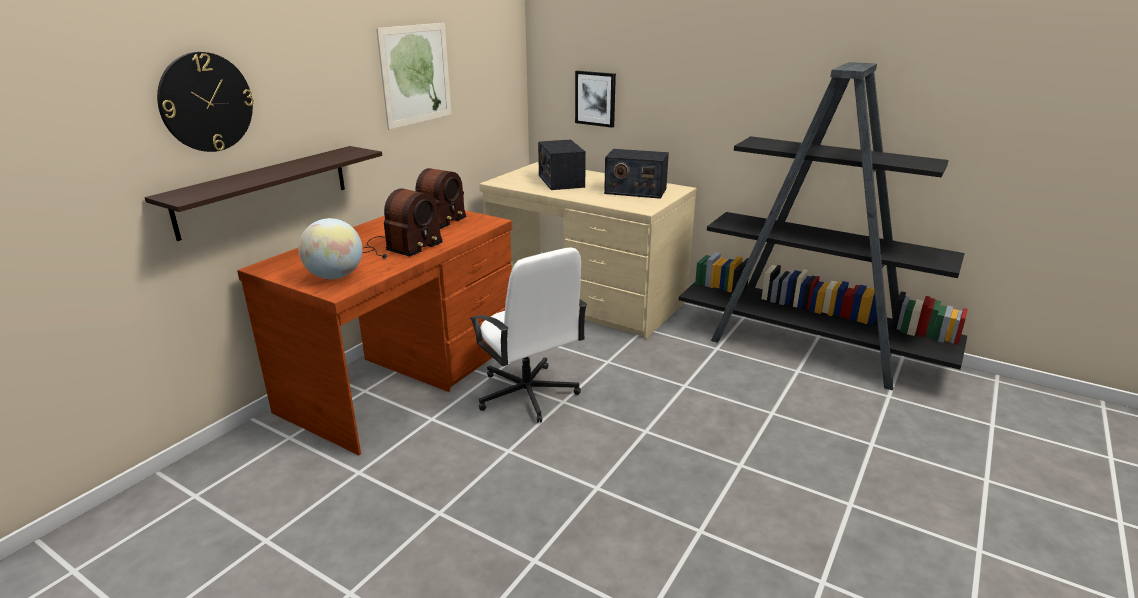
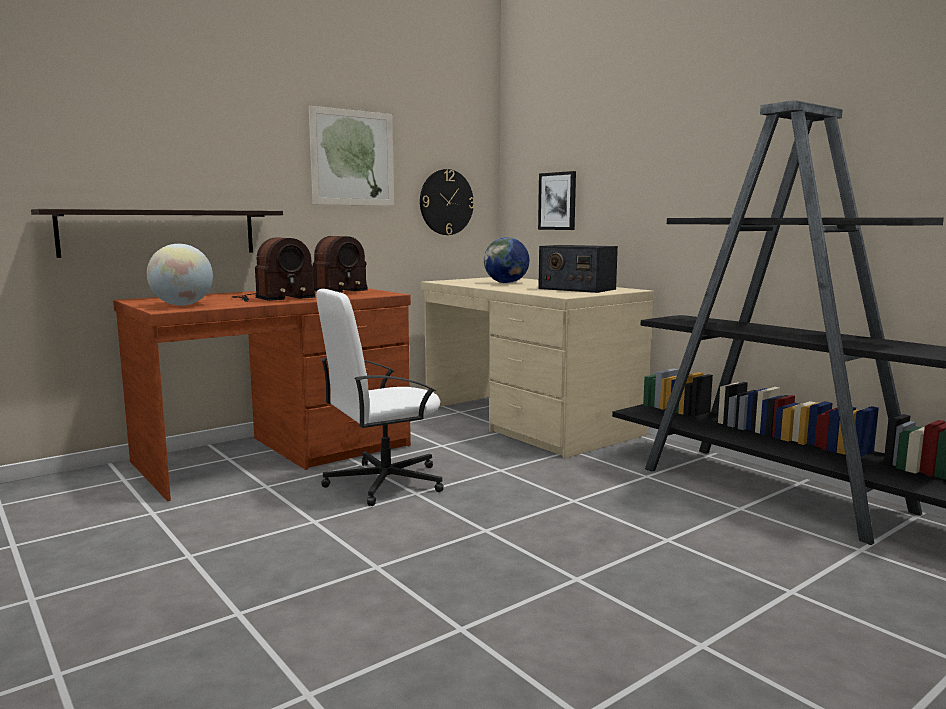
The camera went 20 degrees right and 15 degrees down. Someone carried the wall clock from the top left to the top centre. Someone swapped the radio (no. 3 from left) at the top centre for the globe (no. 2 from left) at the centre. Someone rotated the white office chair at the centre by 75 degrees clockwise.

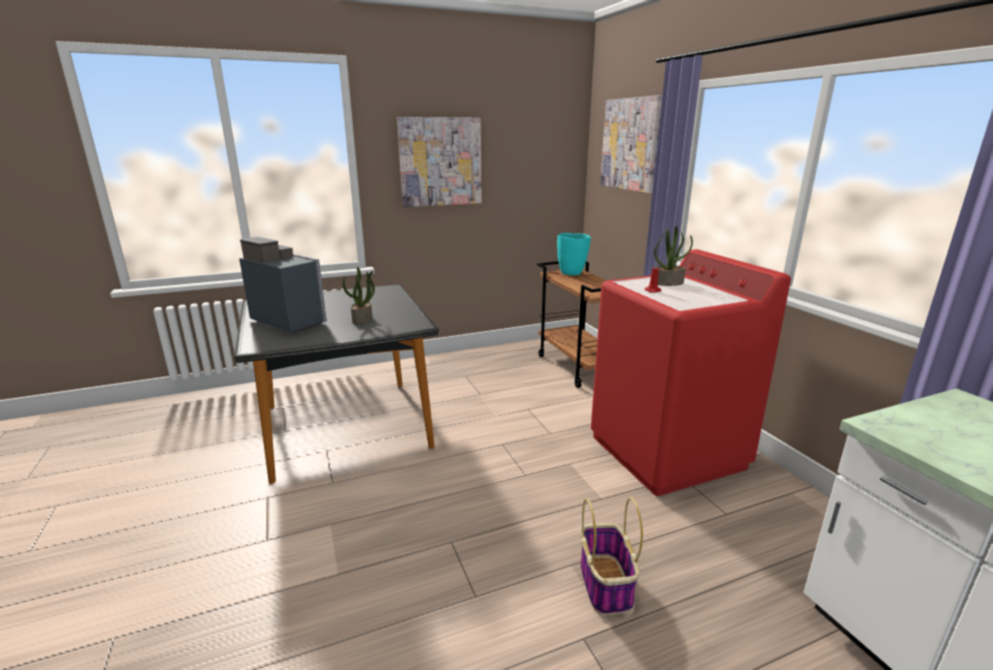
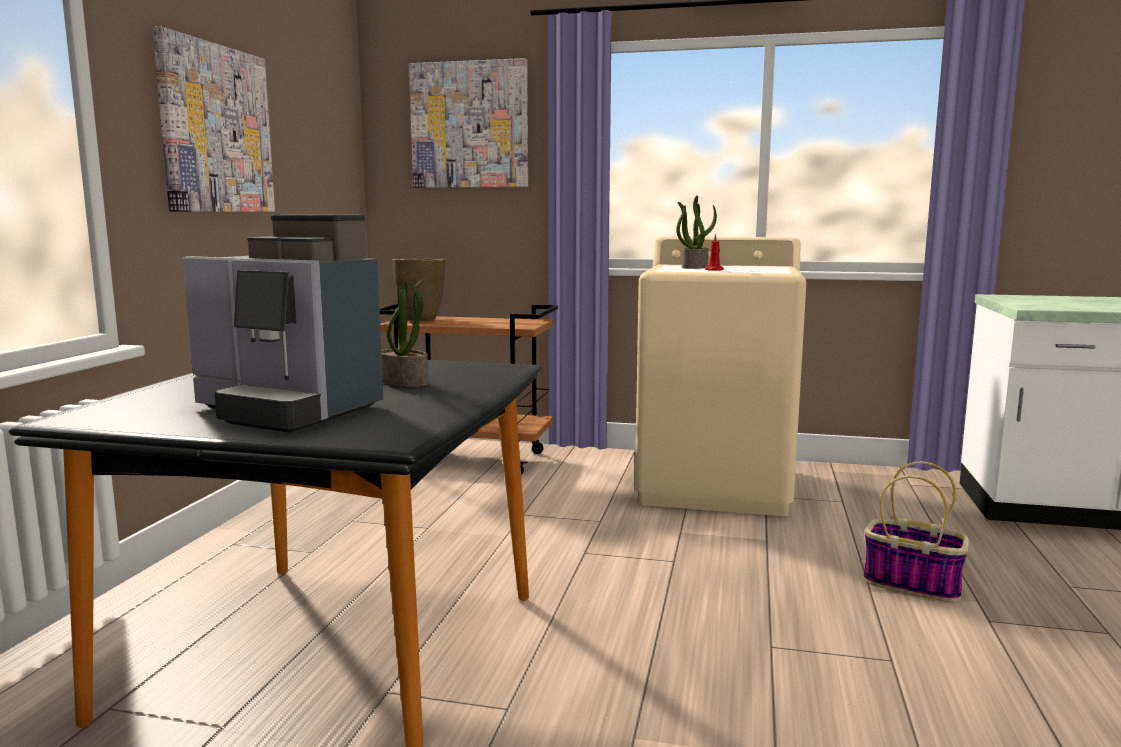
The camera went 55 degrees left and 10 degrees down. Someone repainted the turquoise vase at the centre, which became the brown vase at the centre. Someone repainted the red washing machine at the middle right, which became the beige washing machine at the centre. Someone rotated the coffee machine at the middle left by 135 degrees counterclockwise.

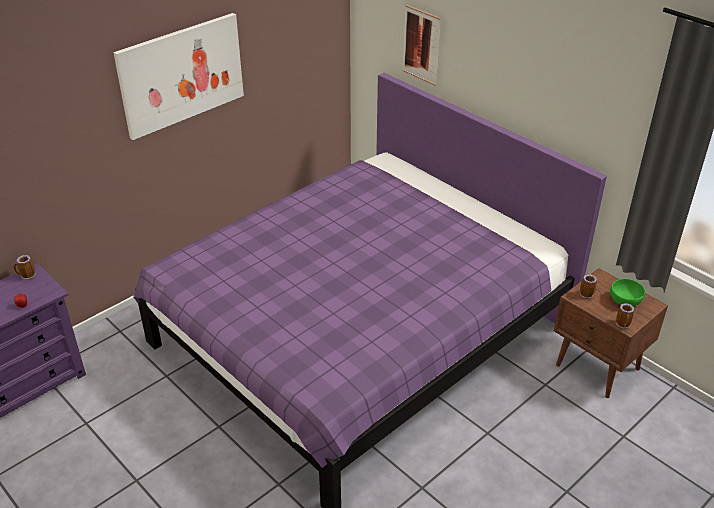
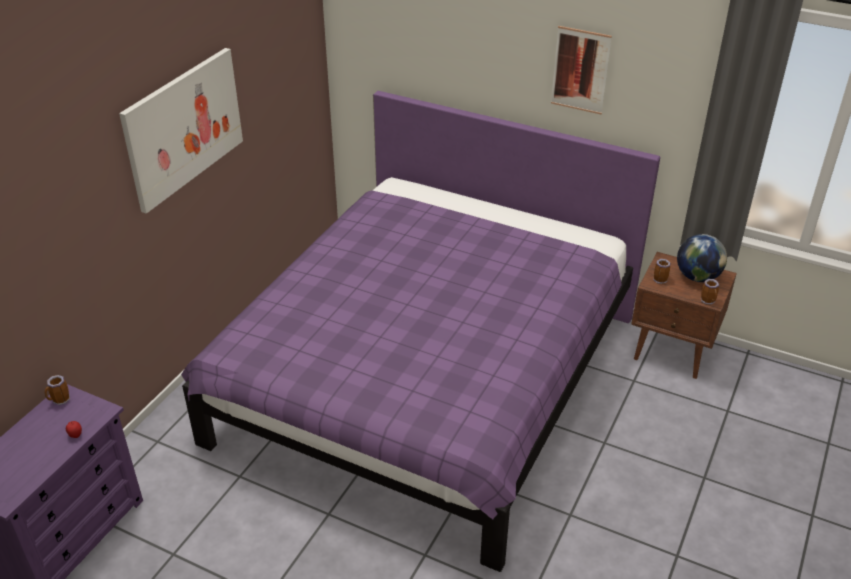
The camera went 20 degrees left and 0 degrees up. Someone carried the picture (no. 2 from left) from the top centre to the top right. Someone swapped the green bowl at the middle right for the globe at the middle right.

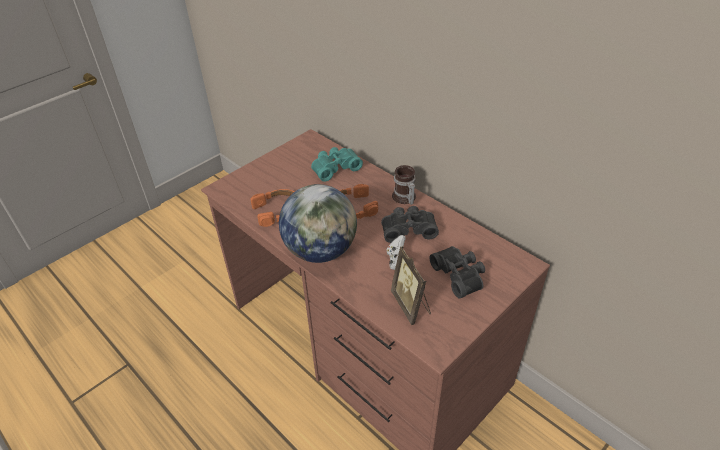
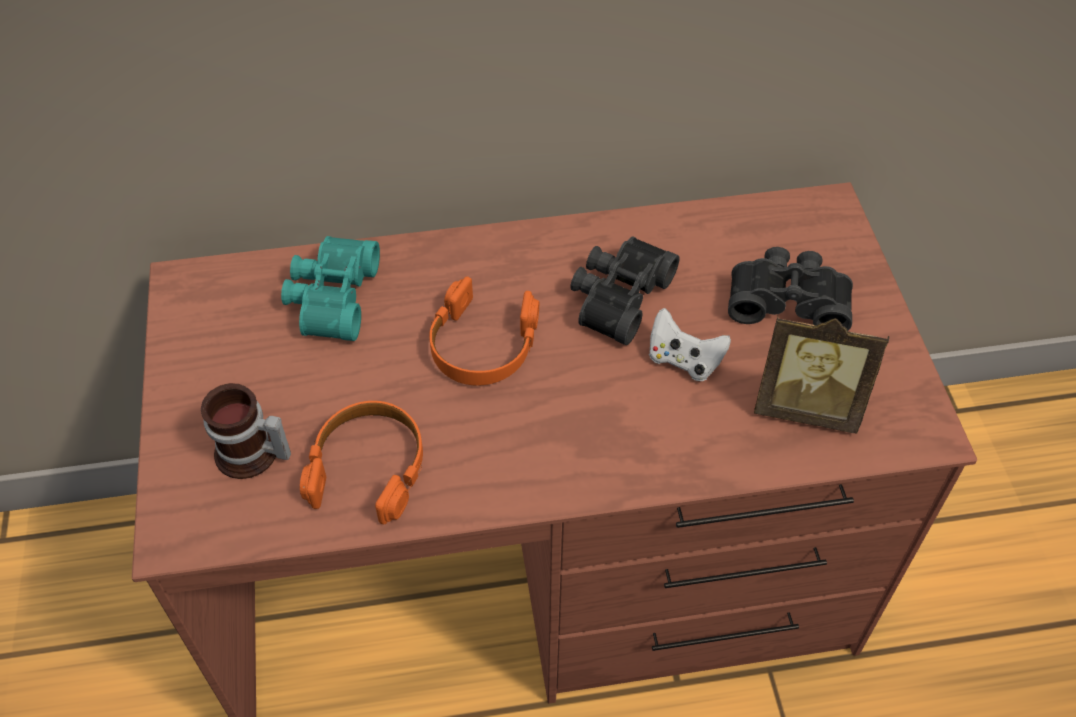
The camera went 55 degrees left and 10 degrees up. Someone took away the globe at the centre. Someone carried the mug from the centre to the middle left.

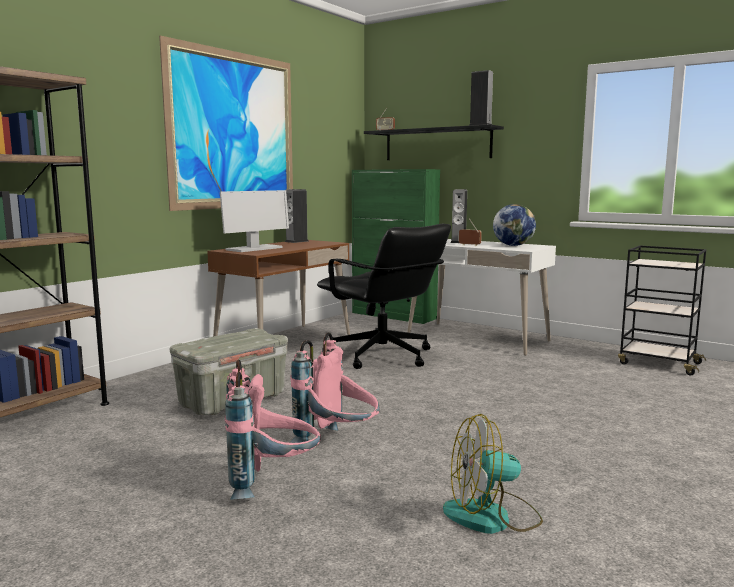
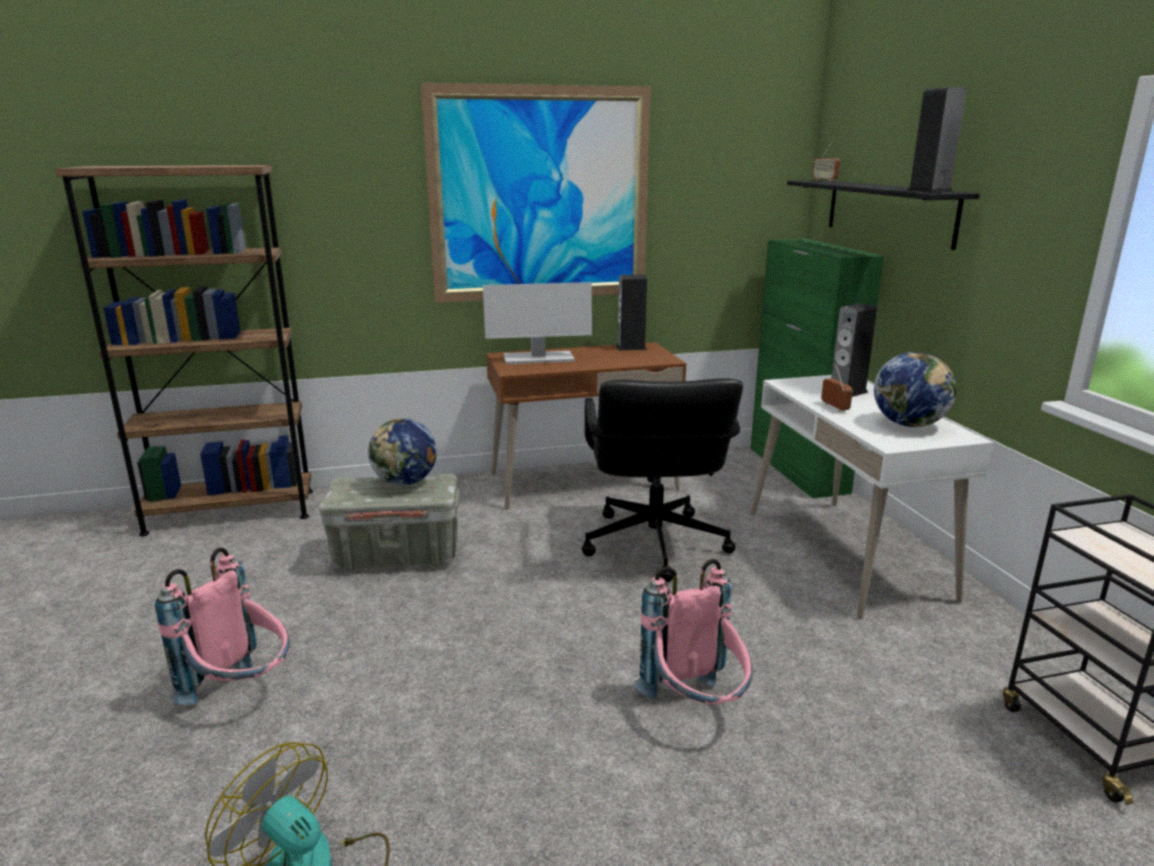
The camera went 40 degrees right and 10 degrees up. Someone put down the globe (no. 1 from left) at the centre. Someone carried the pink backpack (no. 2 from left) from the centre to the bottom centre.

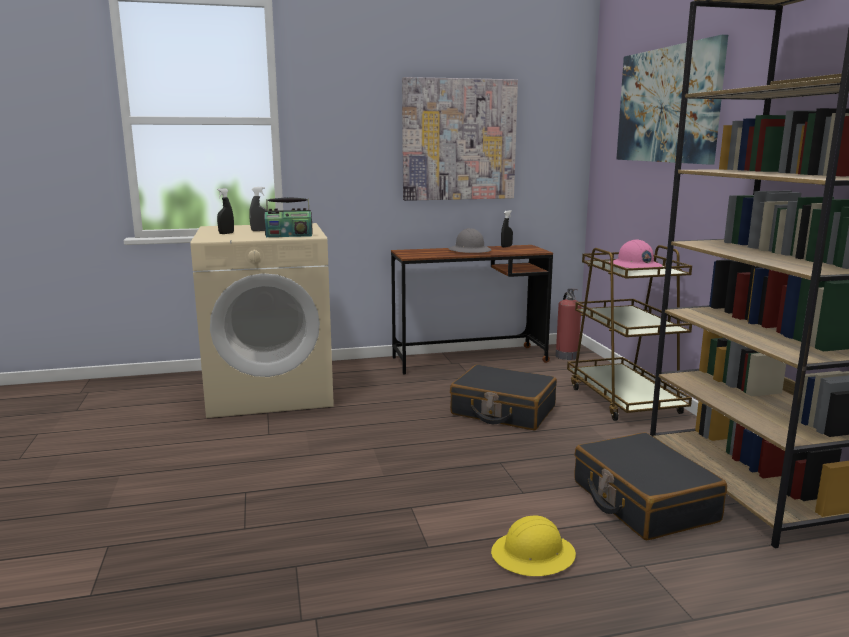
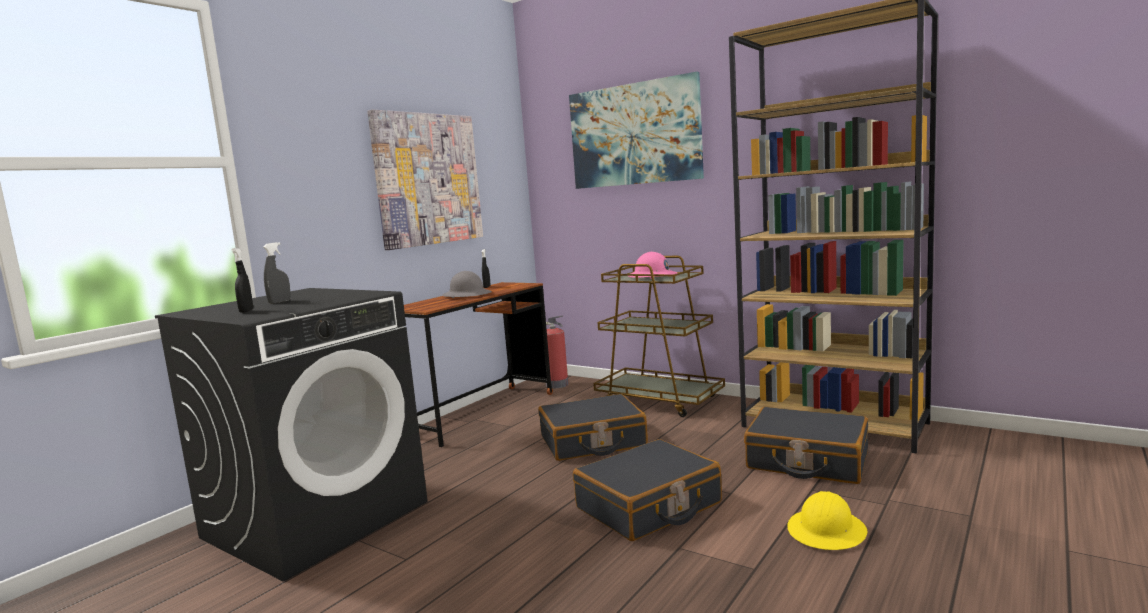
The camera went 40 degrees left and 5 degrees down. Someone took away the radio at the centre. Someone put down the black suitcase (no. 2 from left) at the bottom centre. Someone repainted the beige washing machine at the middle left, which became the black washing machine at the bottom left.

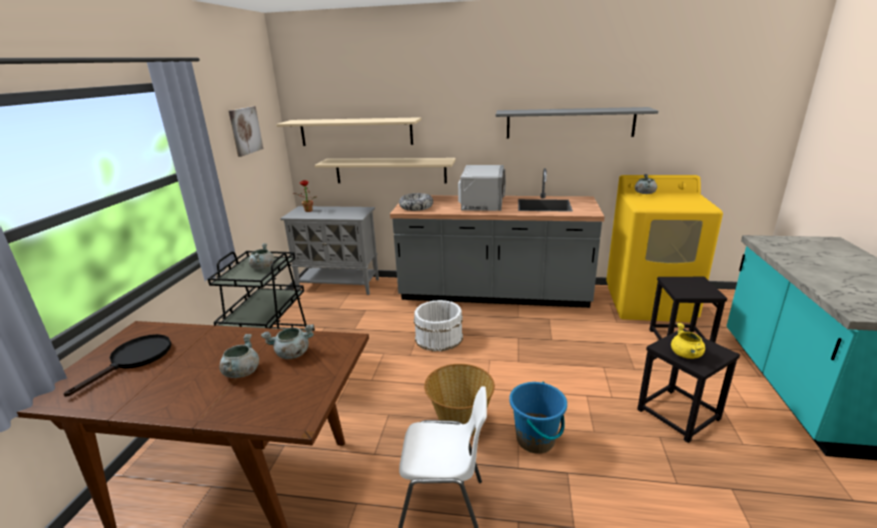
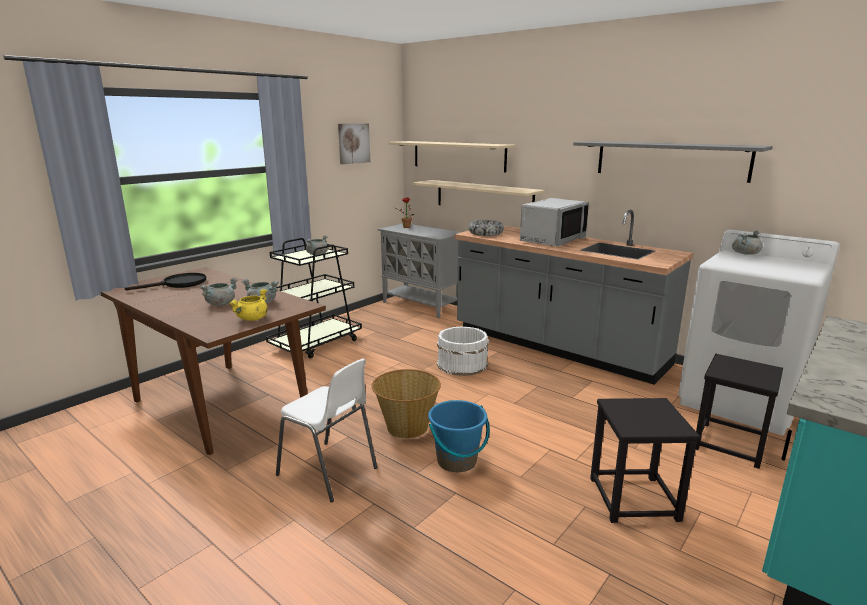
The camera went 30 degrees right and 5 degrees down. Someone carried the yellow cooking pot from the middle right to the middle left. Someone repainted the yellow washing machine at the middle right, which became the white washing machine at the middle right.

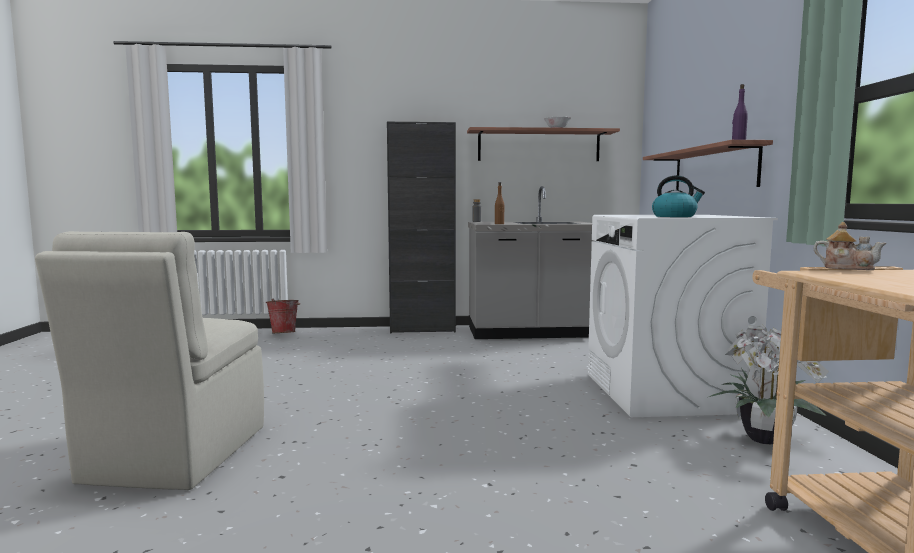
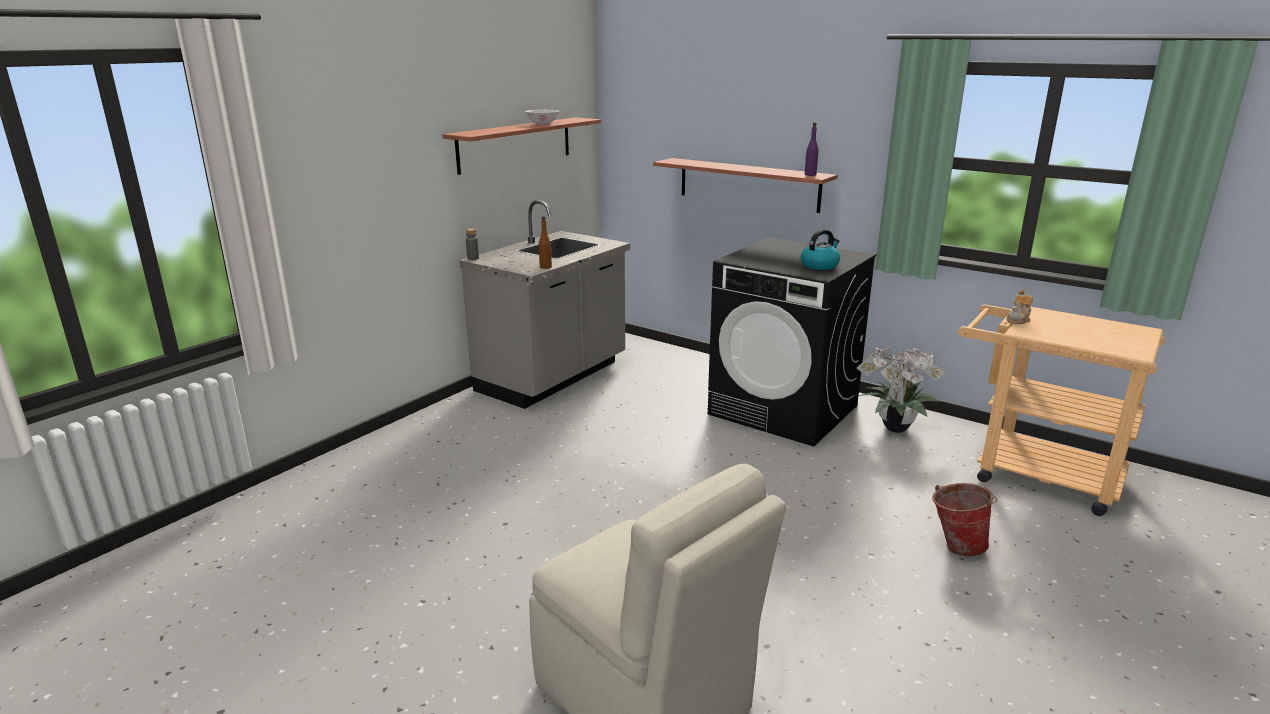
The camera went 50 degrees left and 15 degrees up. Someone took away the black cabinet at the centre. Someone carried the bucket from the middle left to the bottom right. Someone repainted the white washing machine at the middle right, which became the black washing machine at the centre. Someone rotated the teapot at the middle right by 150 degrees clockwise.

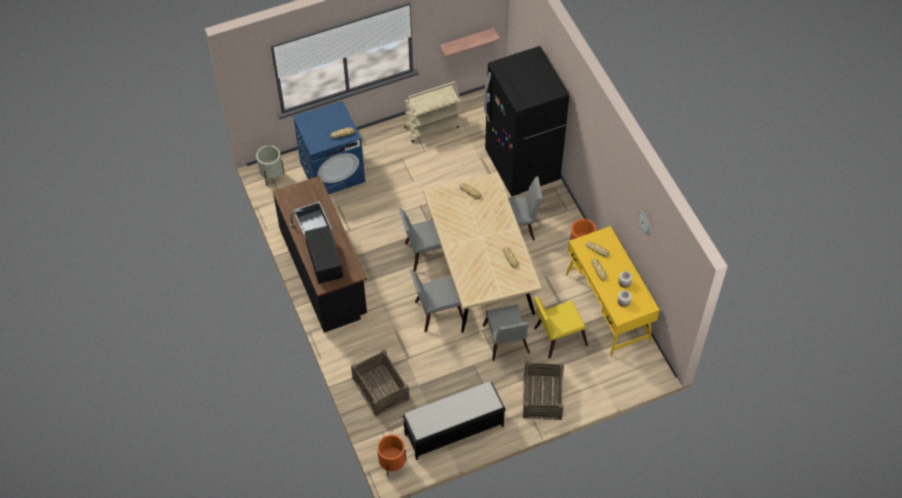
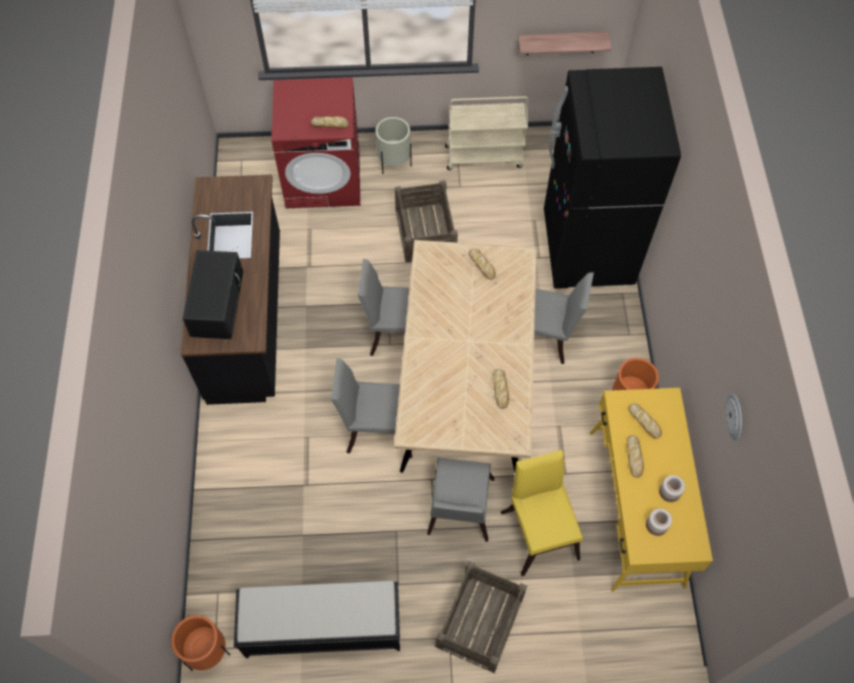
The camera went 20 degrees right and 5 degrees up. Someone carried the beige planter from the top left to the top centre. Someone carried the crate (no. 1 from left) from the bottom centre to the top centre. Someone repainted the blue washing machine at the top centre, which became the red washing machine at the top centre. Someone rotated the yellow chair at the centre by 75 degrees clockwise.

